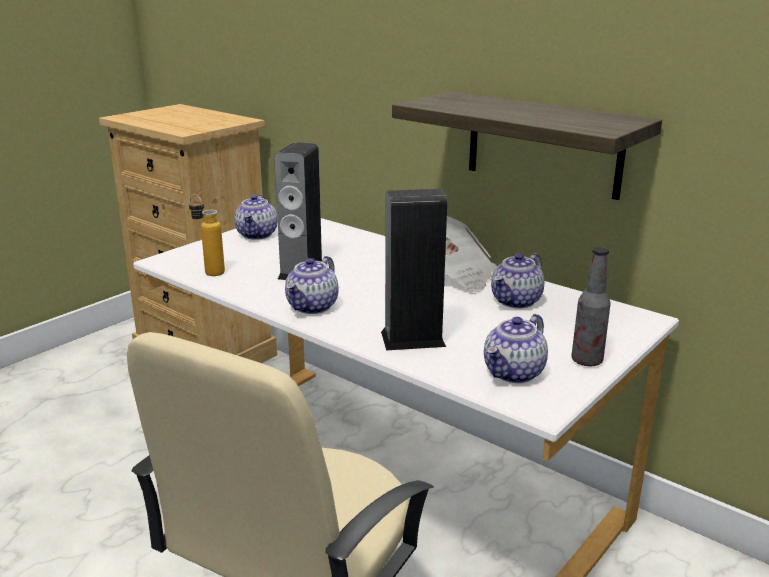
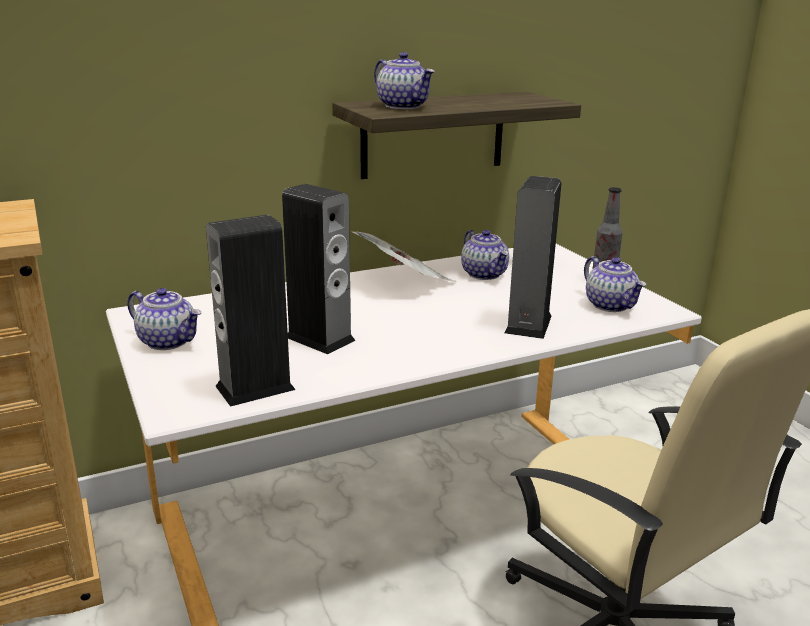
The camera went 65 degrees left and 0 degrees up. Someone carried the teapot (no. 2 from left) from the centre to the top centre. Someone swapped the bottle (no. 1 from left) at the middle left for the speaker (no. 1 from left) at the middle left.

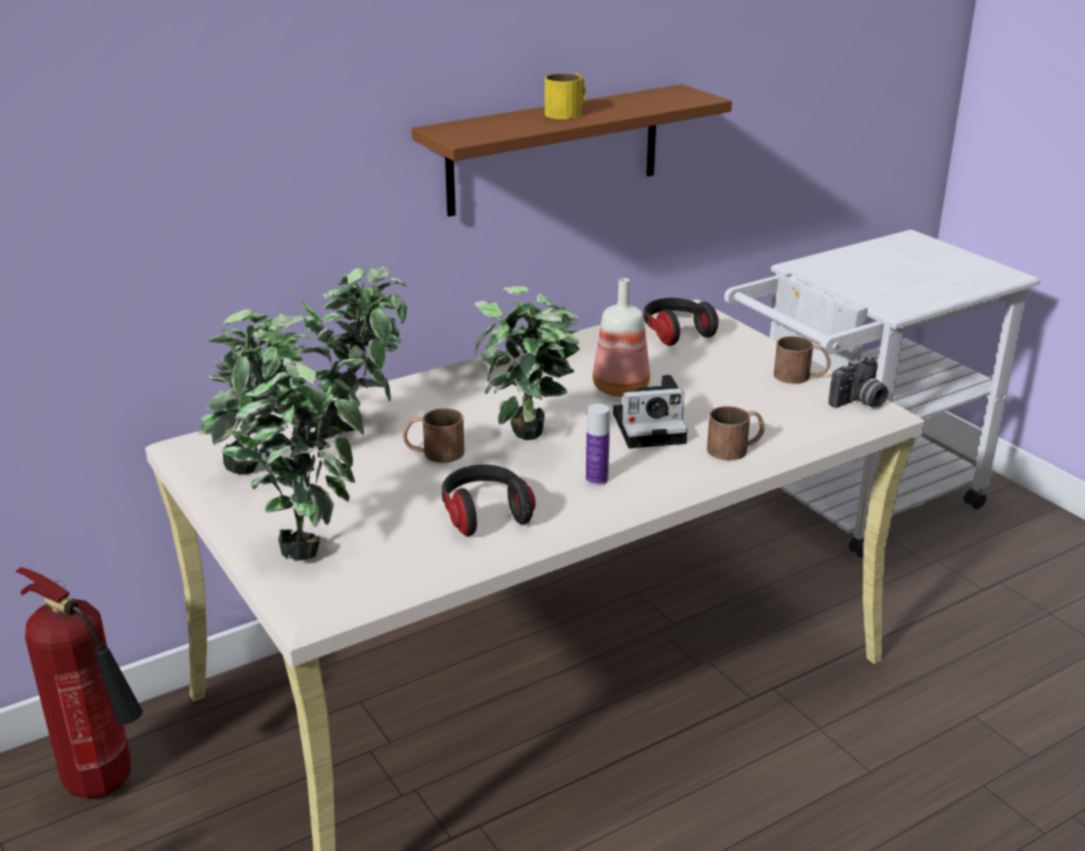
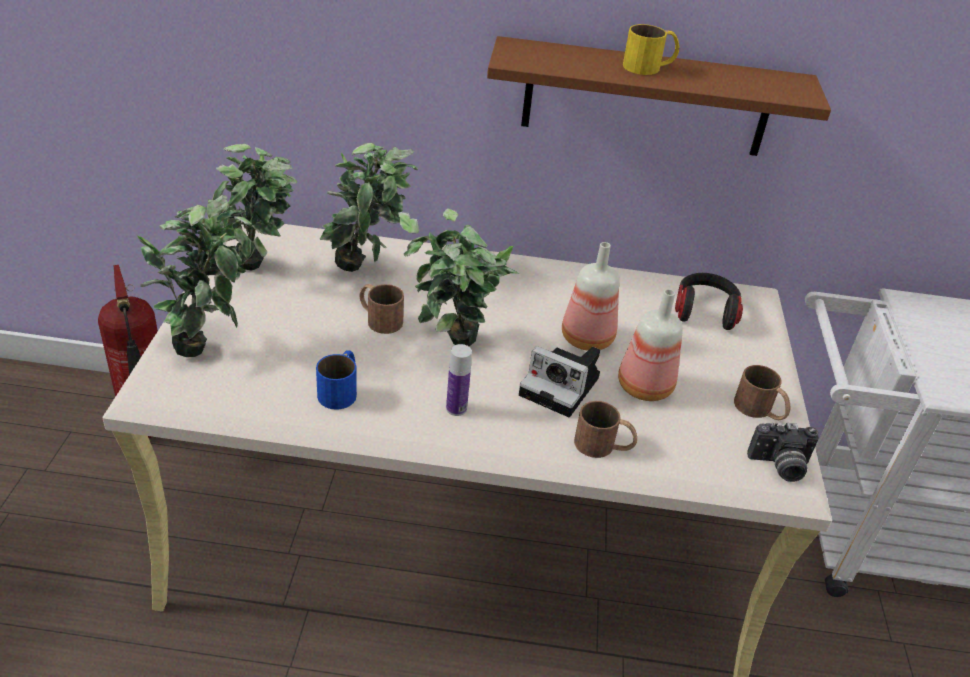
The camera went 35 degrees right and 10 degrees up. Someone put down the bottle (no. 3 from left) at the middle right. Someone swapped the headphones (no. 1 from left) at the centre for the blue mug at the centre.

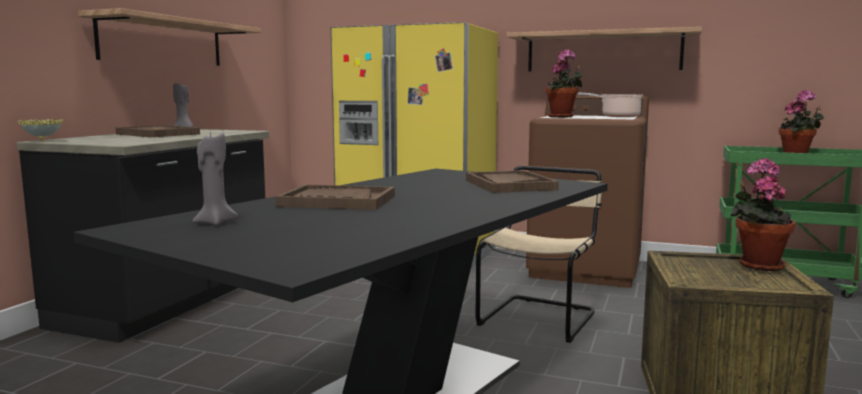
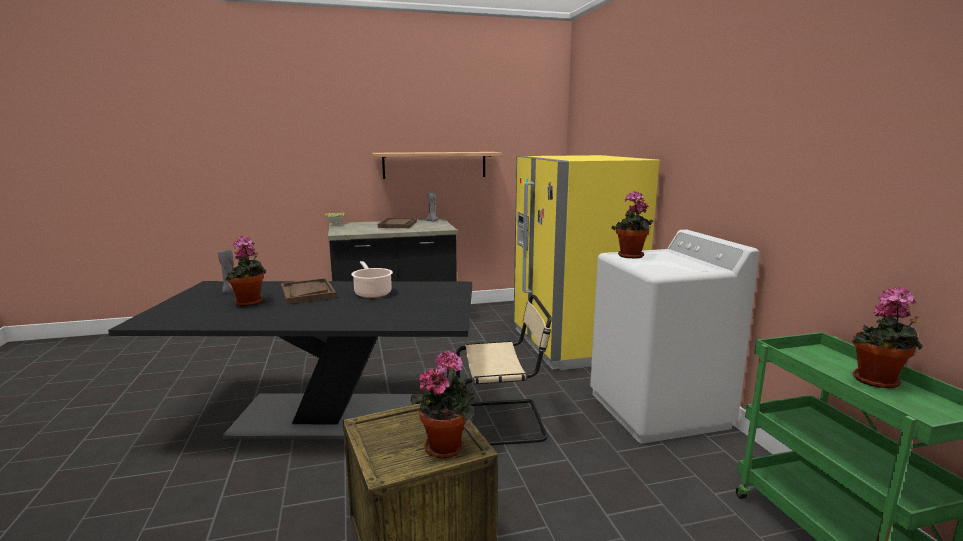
The camera went 55 degrees right and 5 degrees up. Someone took away the brown tray (no. 3 from left) at the centre. Someone took away the shelf (no. 2 from left) at the top right. Someone put down the potted plant (no. 1 from left) at the middle left. Someone carried the cooking pot from the top right to the centre. Someone repainted the brown washing machine at the middle right, which became the white washing machine at the middle right.

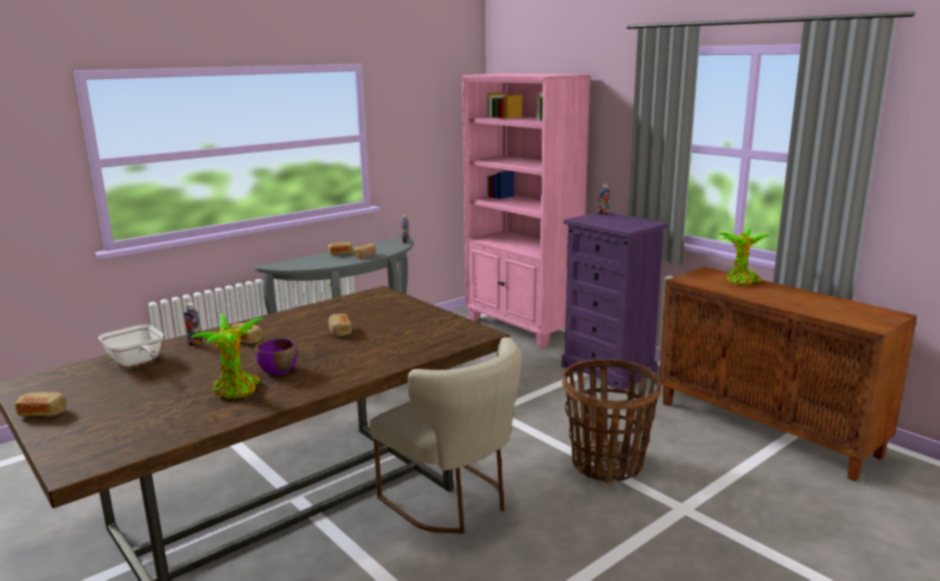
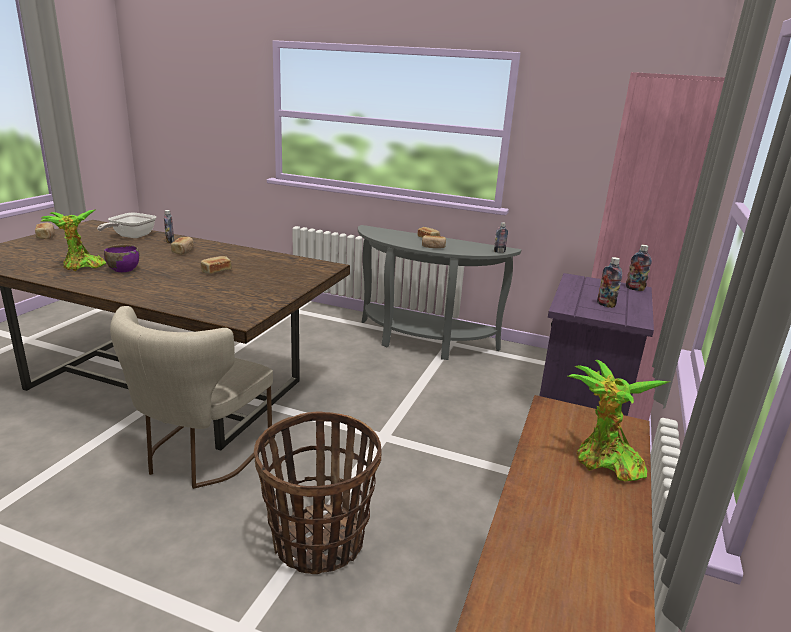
The camera went 60 degrees right and 5 degrees up. Someone put down the bottle (no. 3 from left) at the middle right.

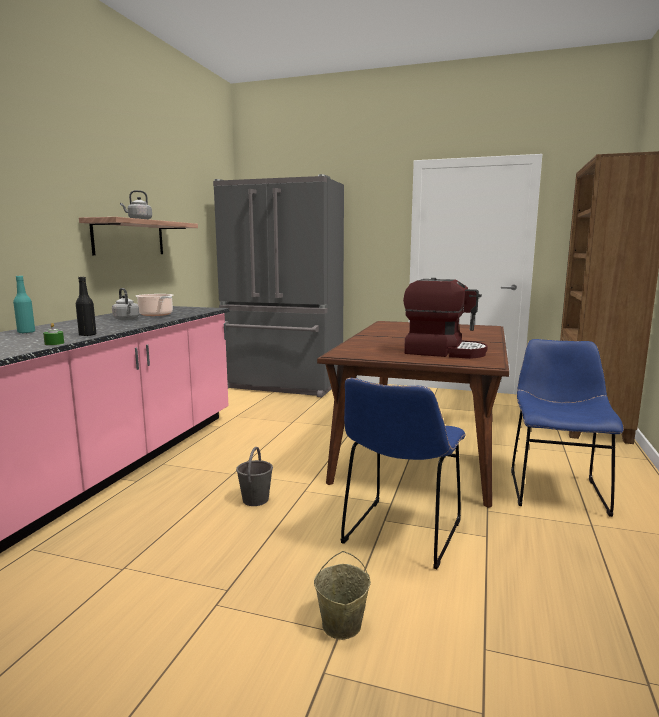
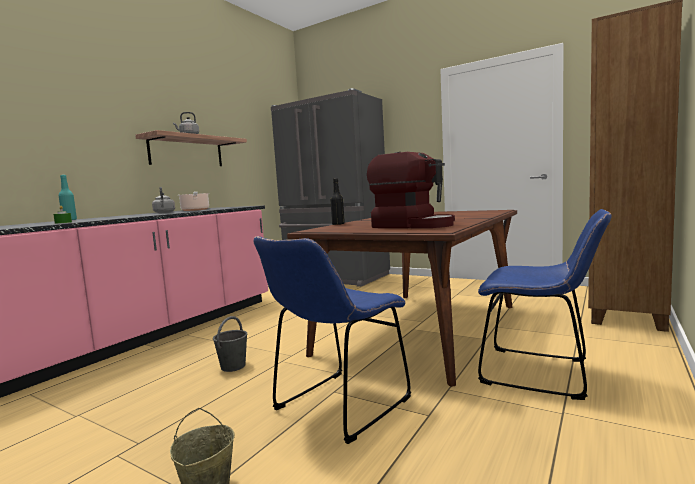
The camera went 15 degrees right and 5 degrees down. Someone carried the black bottle from the middle left to the centre. Someone rotated the blue chair (no. 2 from left) at the middle right by 90 degrees clockwise.

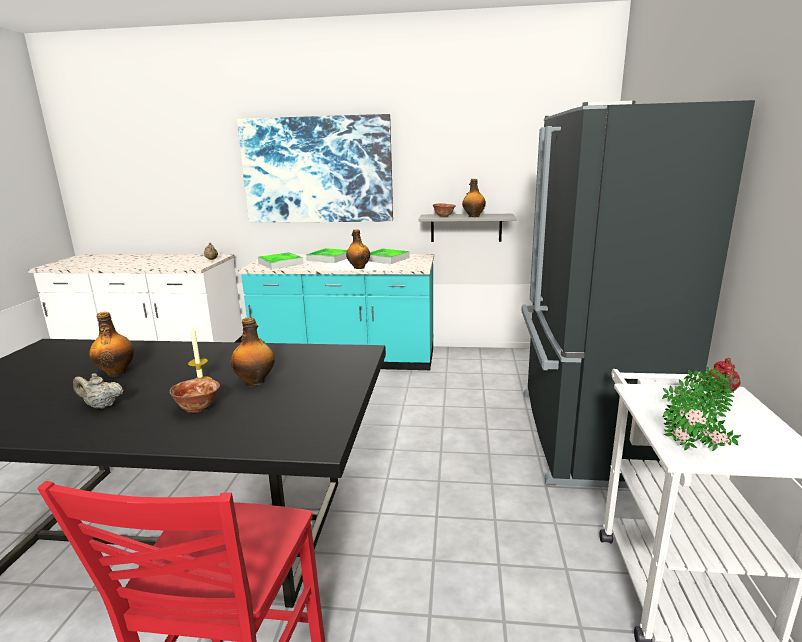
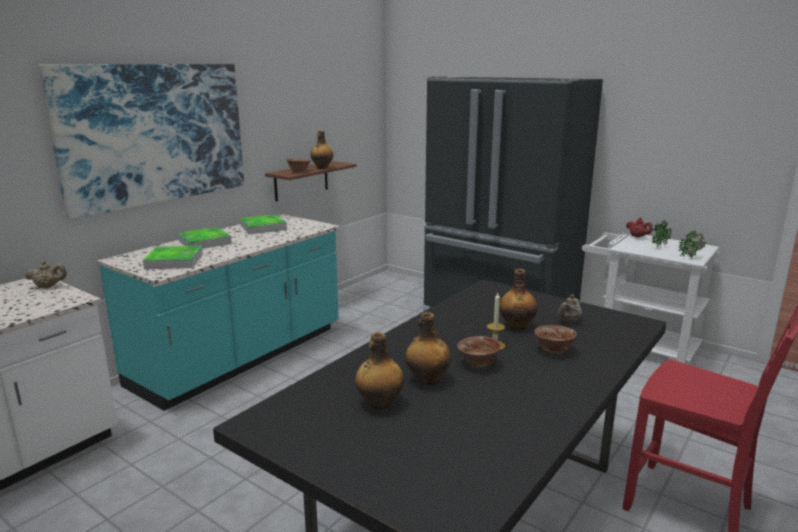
The camera went 60 degrees left and 0 degrees up. Someone put down the bowl (no. 2 from left) at the centre. Someone carried the beige teapot (no. 1 from left in the first image) from the middle left to the middle right. Someone carried the bottle (no. 3 from left in the first image) from the centre to the bottom centre. Someone repainted the grey shelf at the centre, which became the brown shelf at the centre.

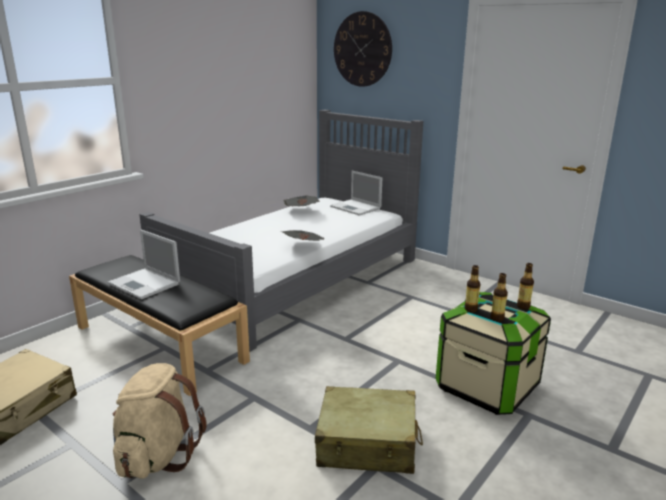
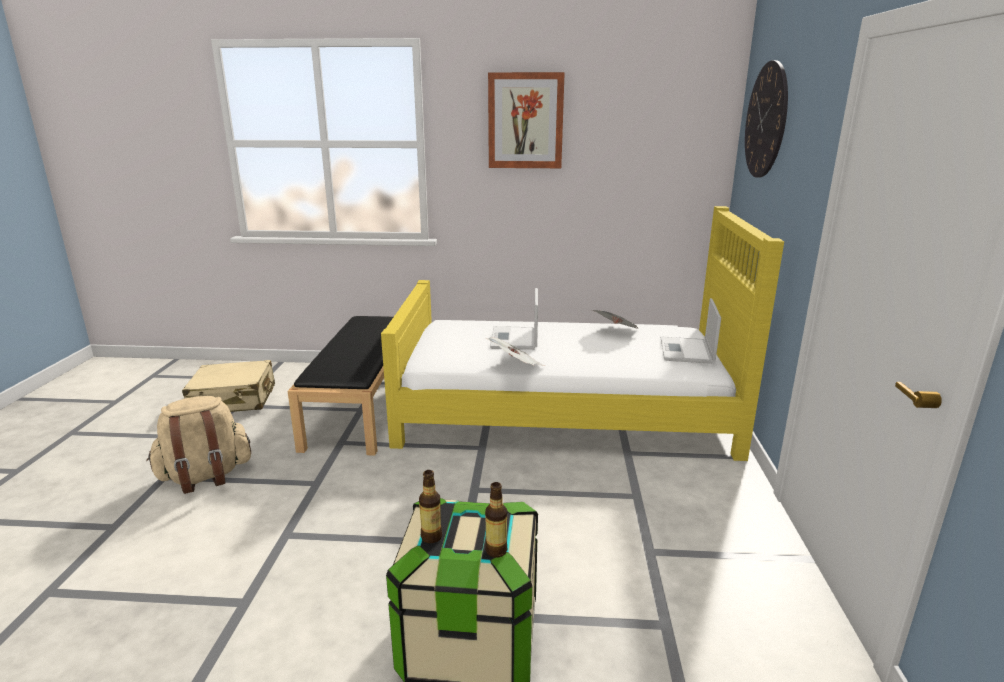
The camera went 55 degrees right and 0 degrees up. Someone took away the beige suitcase (no. 2 from left) at the bottom centre. Someone took away the bottle (no. 1 from left) at the middle right. Someone put up the picture at the top centre. Someone carried the laptop (no. 1 from left) from the middle left to the centre. Someone repainted the grey bed at the centre, which became the yellow bed at the centre.

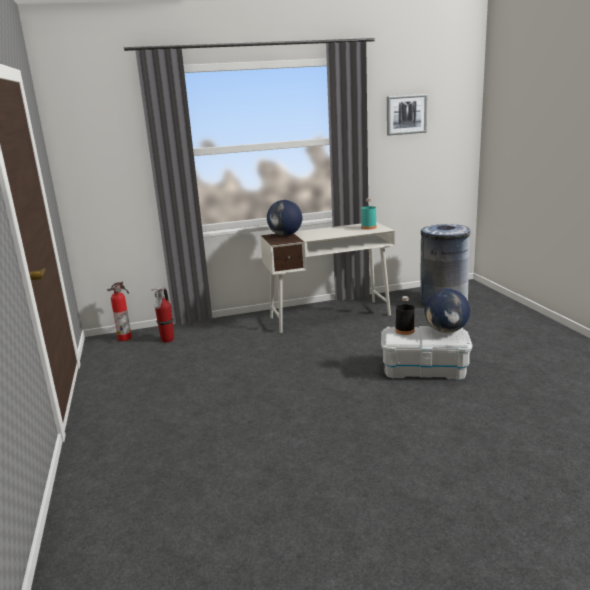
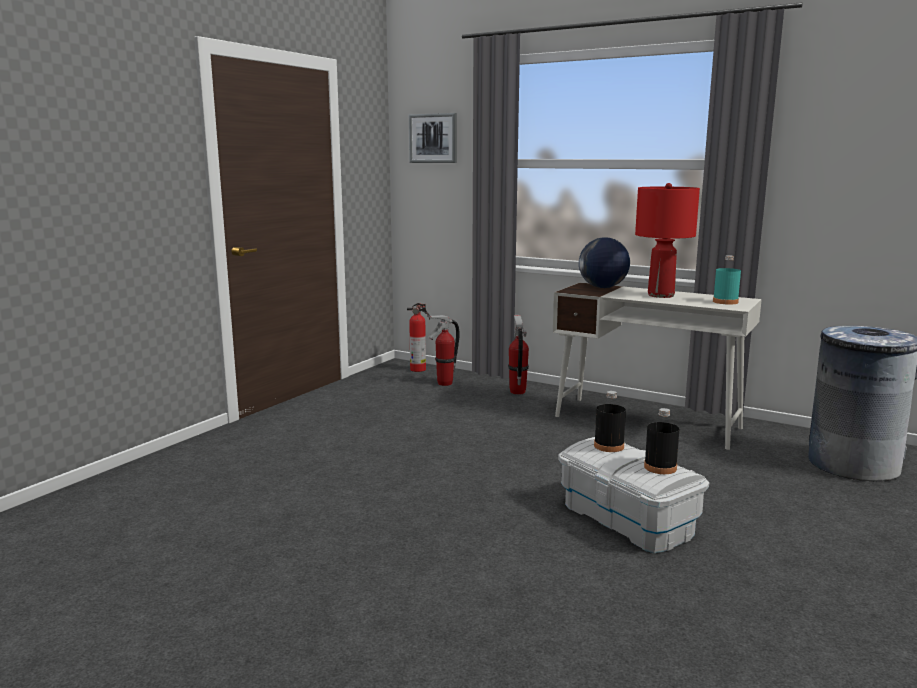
The camera went 45 degrees right and 5 degrees down. Someone put down the fire extinguisher (no. 3 from left) at the centre. Someone put down the red table lamp at the middle right. Someone carried the picture from the top right to the top centre. Someone swapped the globe (no. 2 from left) at the middle right for the black bottle (no. 2 from left) at the middle right.

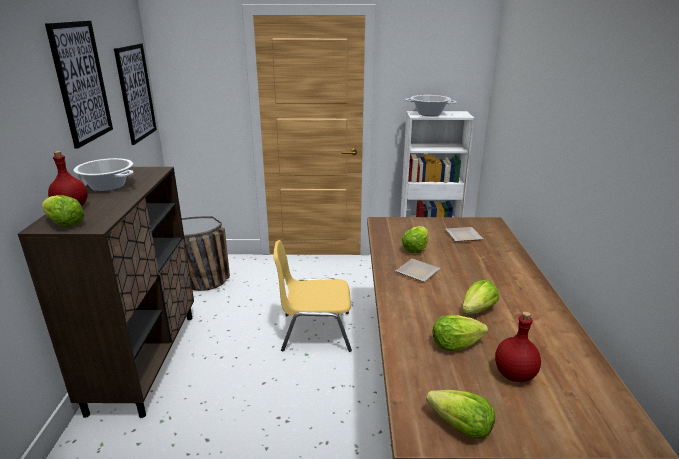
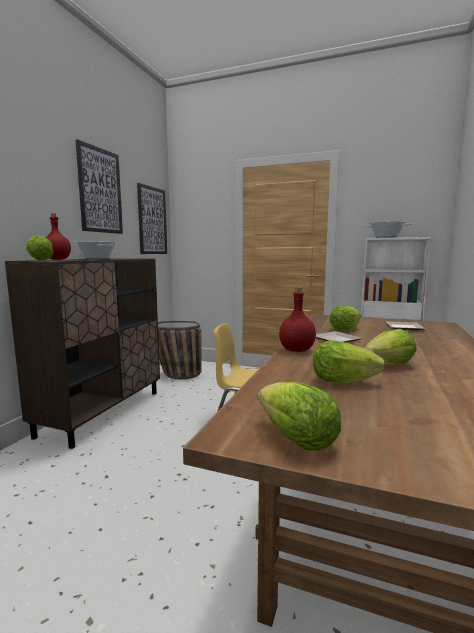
The camera went 20 degrees right and 15 degrees down. Someone carried the red bottle (no. 2 from left) from the bottom right to the centre.

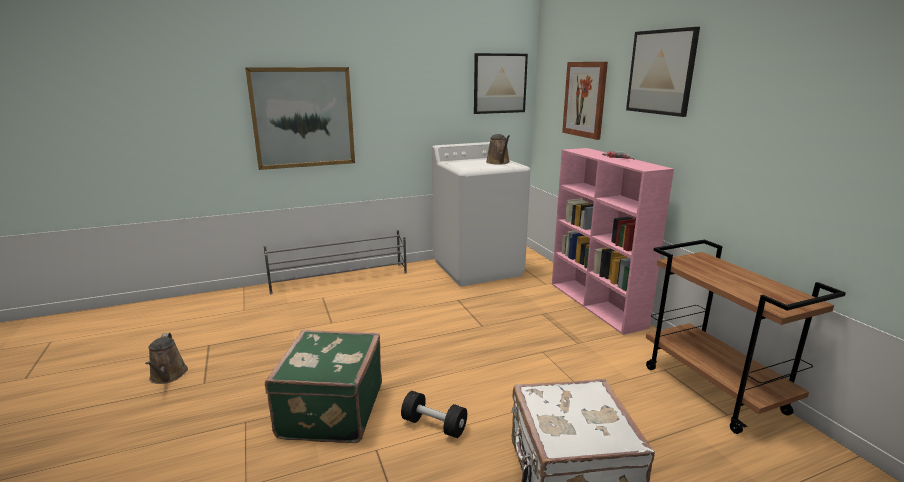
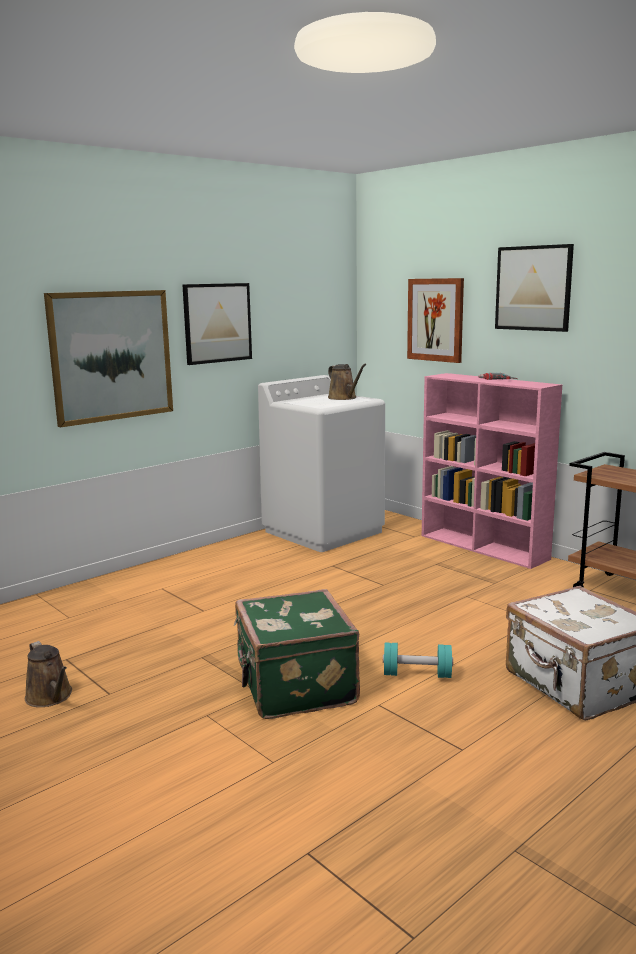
The camera went 20 degrees left and 5 degrees down. Someone took away the grey shoe rack at the centre. Someone carried the picture (no. 2 from left) from the top centre to the centre. Someone repainted the black dumbbell at the bottom centre, which became the turquoise dumbbell at the bottom centre.

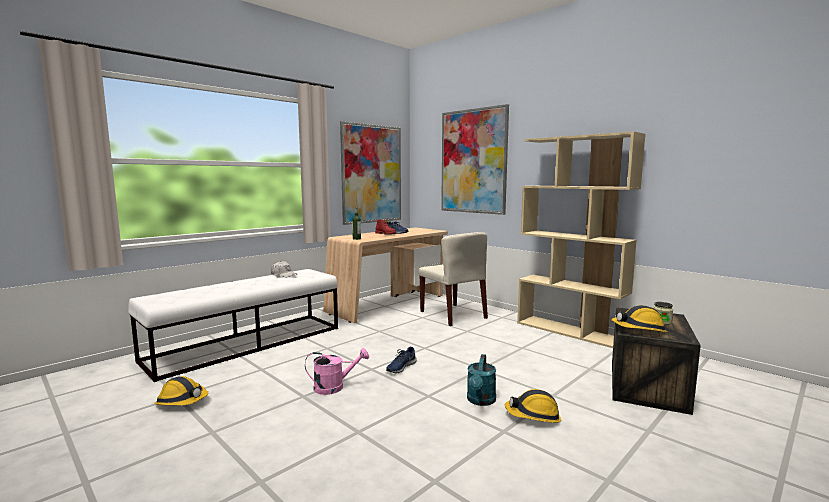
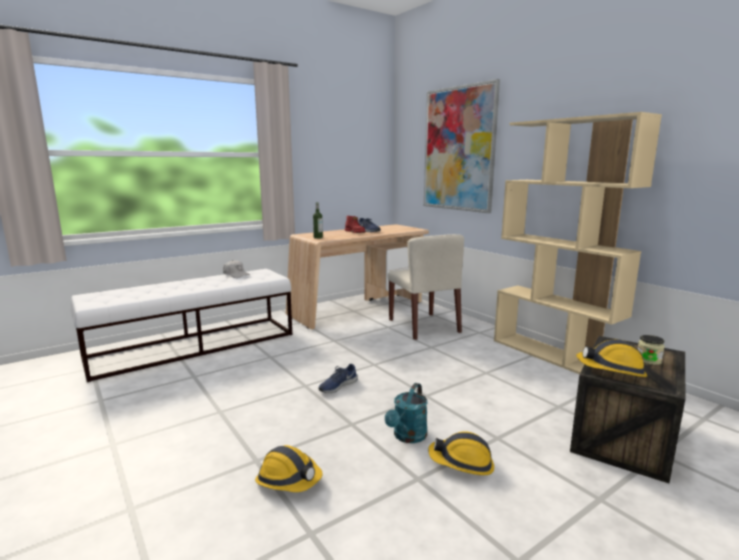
The camera went 10 degrees right and 5 degrees up. Someone took away the pink watering can at the bottom centre. Someone took away the picture (no. 1 from left) at the centre. Someone carried the hard hat (no. 1 from left) from the bottom left to the bottom centre.

